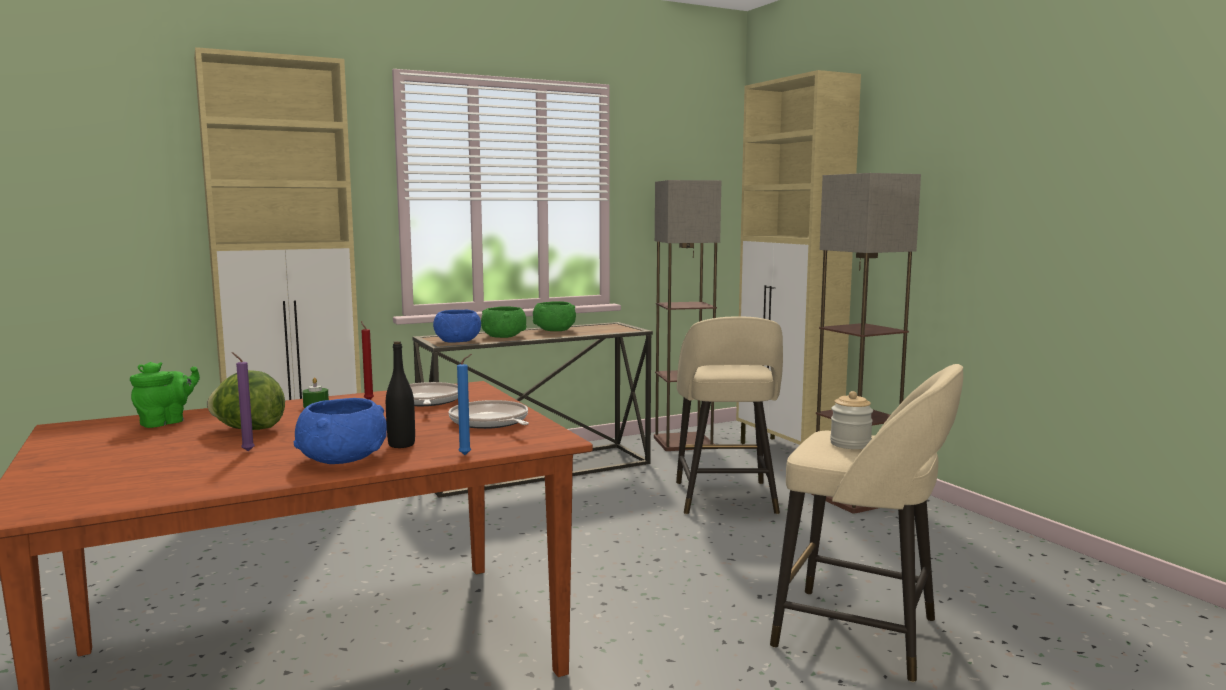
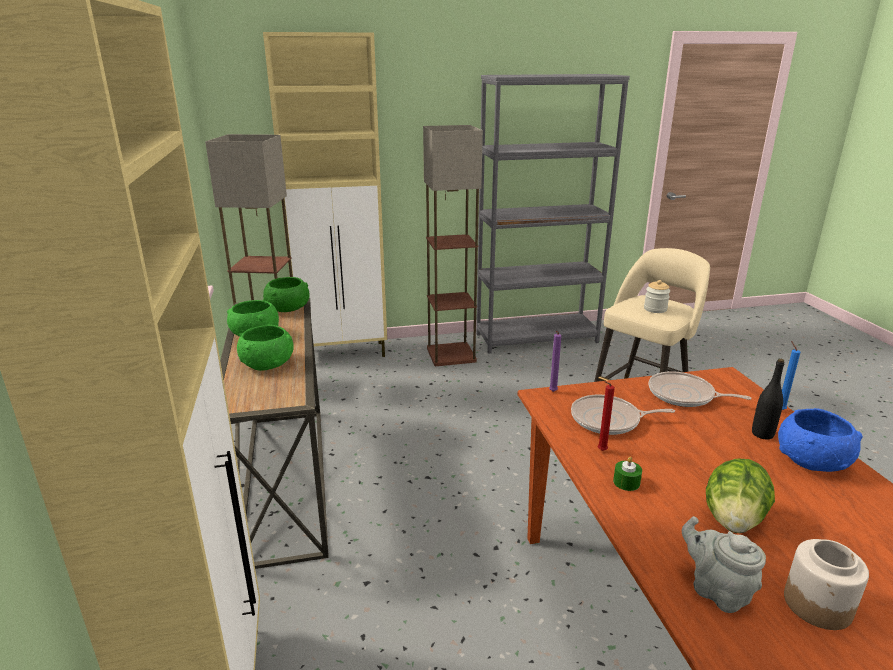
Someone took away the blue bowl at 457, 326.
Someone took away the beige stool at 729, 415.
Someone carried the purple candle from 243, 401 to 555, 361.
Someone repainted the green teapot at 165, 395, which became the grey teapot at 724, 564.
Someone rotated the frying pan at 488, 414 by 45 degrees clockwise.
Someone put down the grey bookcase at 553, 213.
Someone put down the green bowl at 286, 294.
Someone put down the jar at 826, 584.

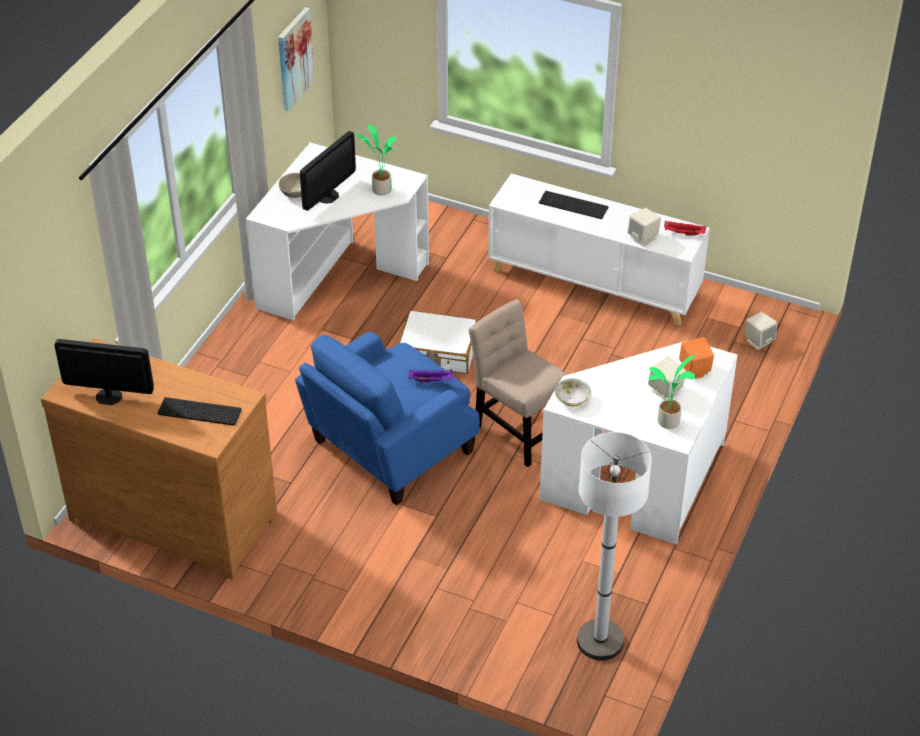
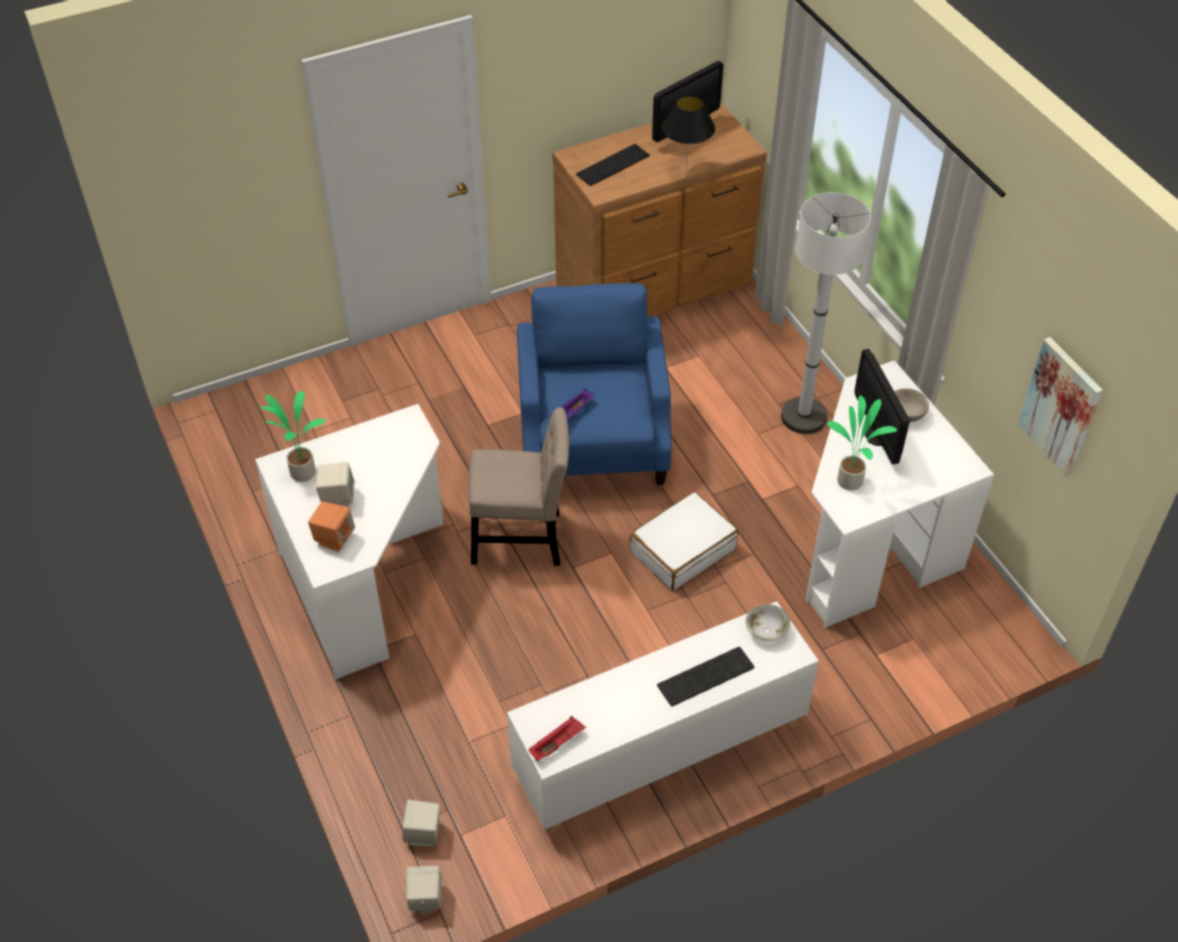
Someone carried the beige speaker from 644, 227 to 424, 889.
Someone carried the bowl from 573, 392 to 768, 622.
Someone carried the white floor lamp from 614, 546 to 826, 313.
Someone put down the black table lamp at 688, 132.

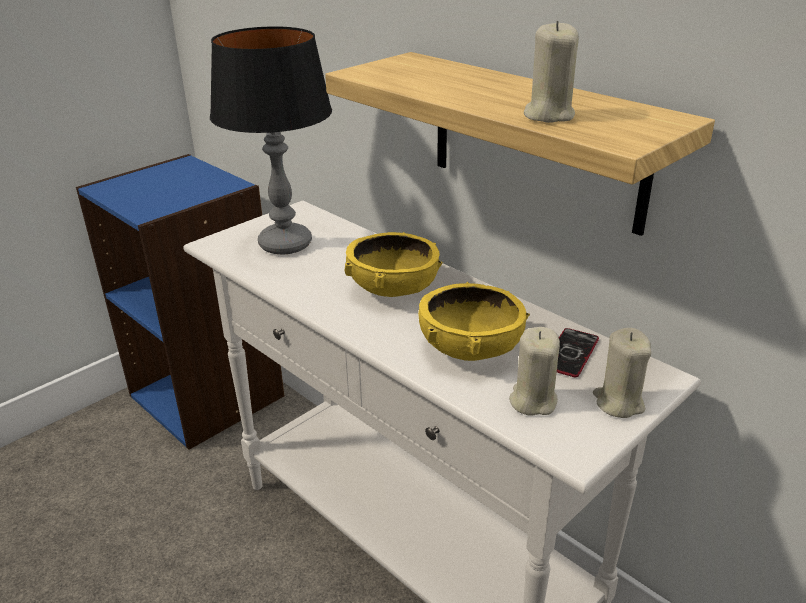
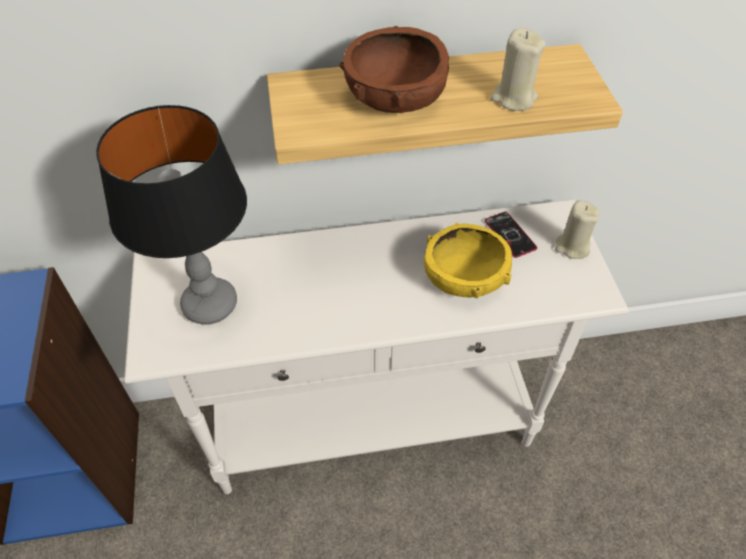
Someone took away the yellow bowl at 394, 264.
Someone took away the beige candle at 534, 371.
Someone put down the brown bowl at 394, 69.

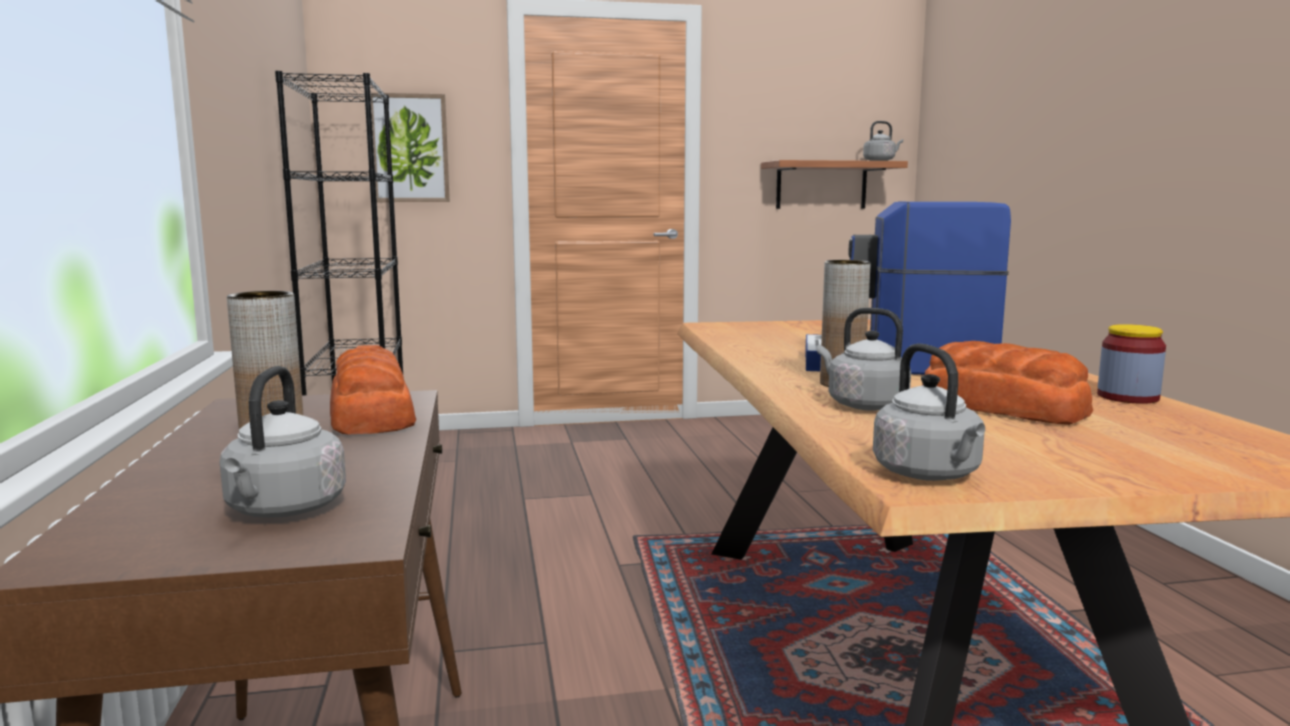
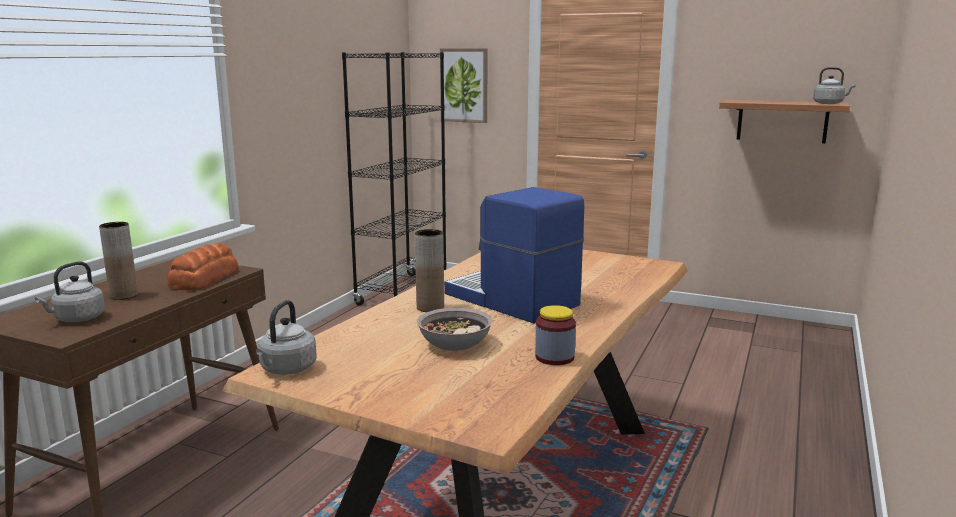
Someone took away the grey kettle at 864, 359.
Someone swapped the bread at 1007, 383 for the bowl at 455, 329.

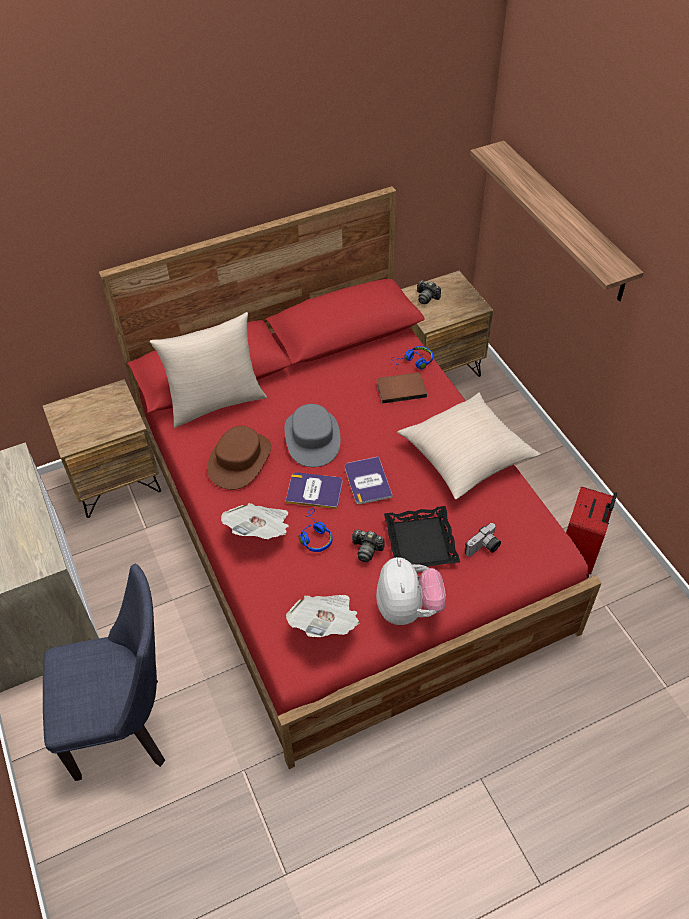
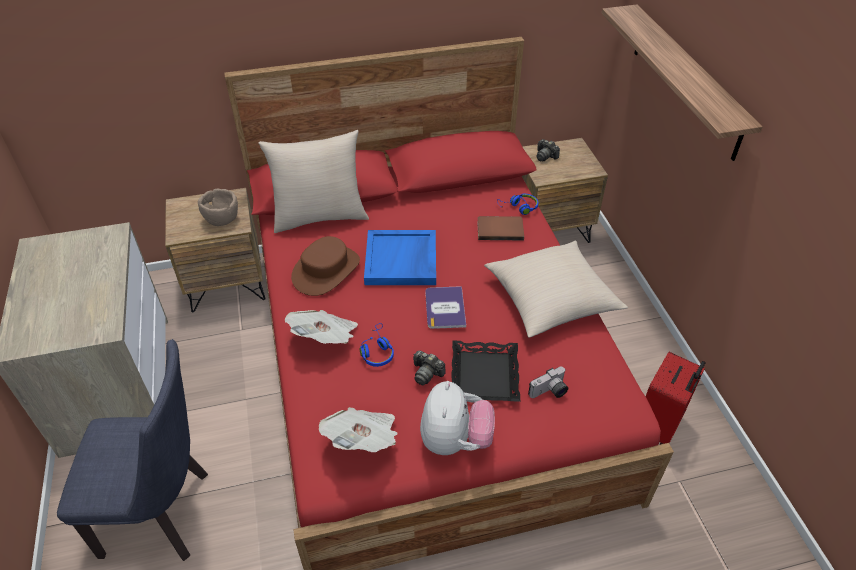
Someone swapped the grey hat at 313, 435 for the blue tray at 400, 257.
Someone took away the book at 314, 490.
Someone put down the brown bowl at 218, 207.

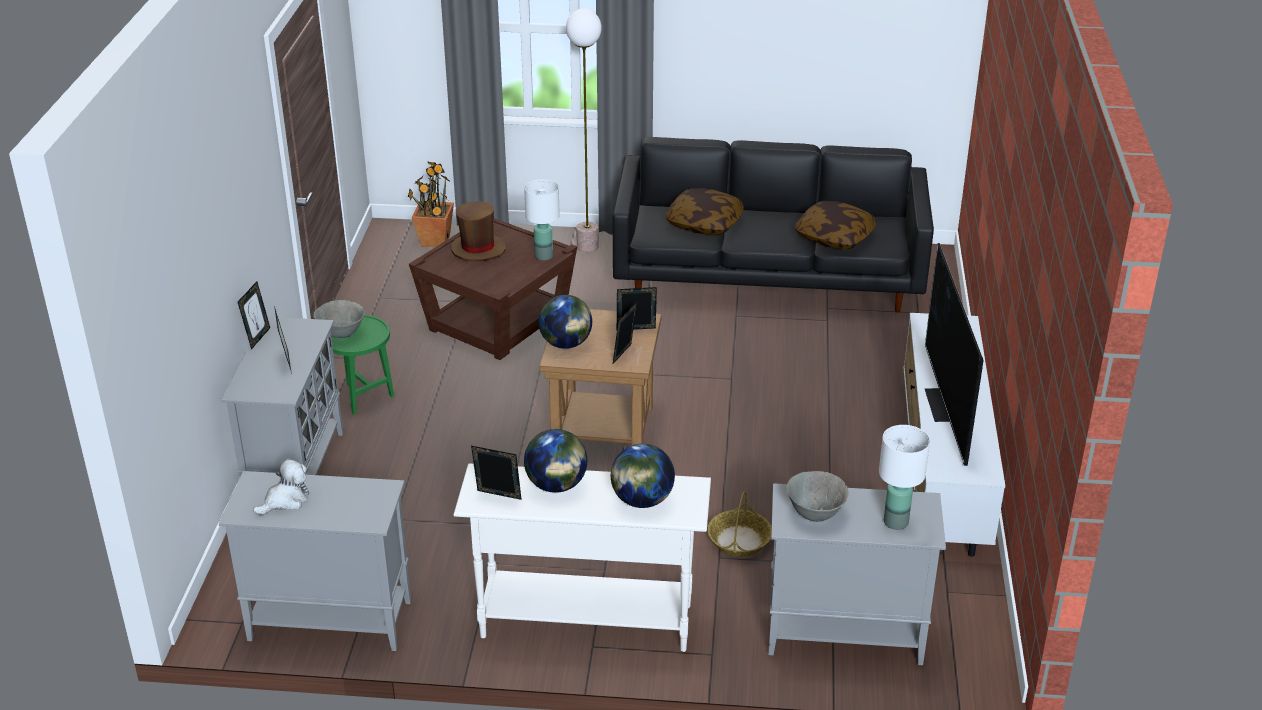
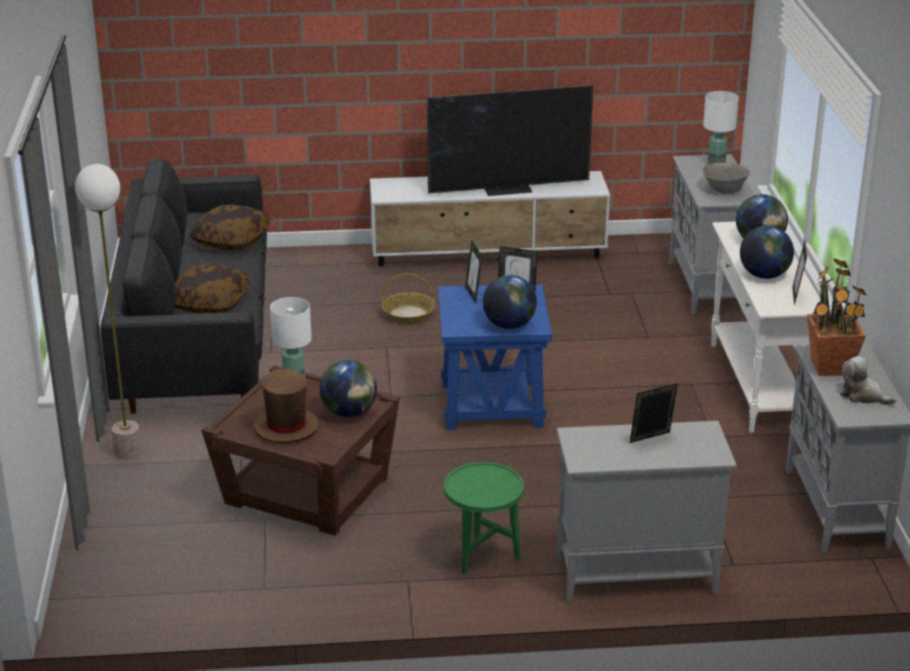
Someone carried the potted plant from 431, 204 to 836, 317.
Someone took away the picture frame at 254, 315.
Someone took away the grey bowl at 339, 319.
Someone repainted the brown side table at 600, 377, which became the blue side table at 495, 357.
Someone carried the basket from 740, 524 to 408, 298.
Someone put down the globe at 348, 388.

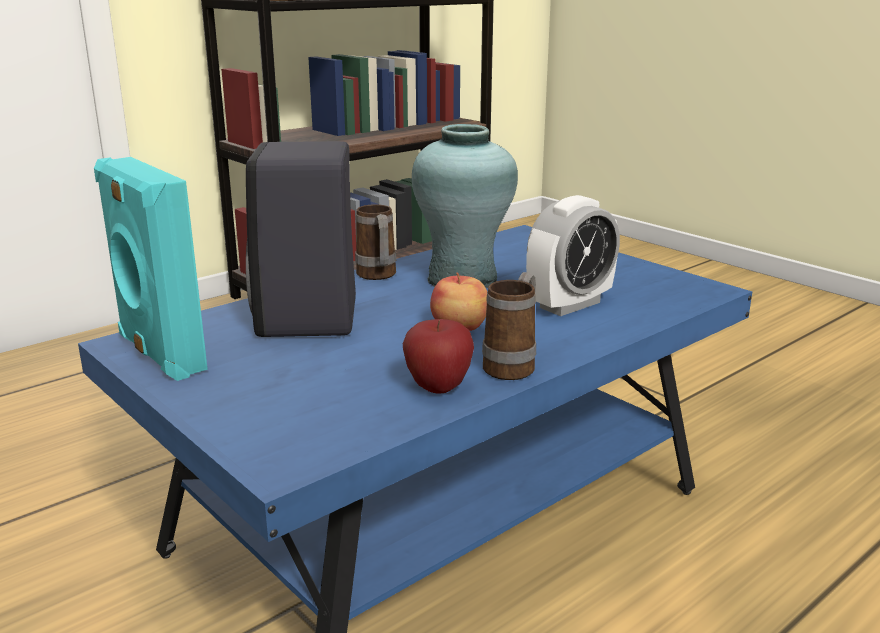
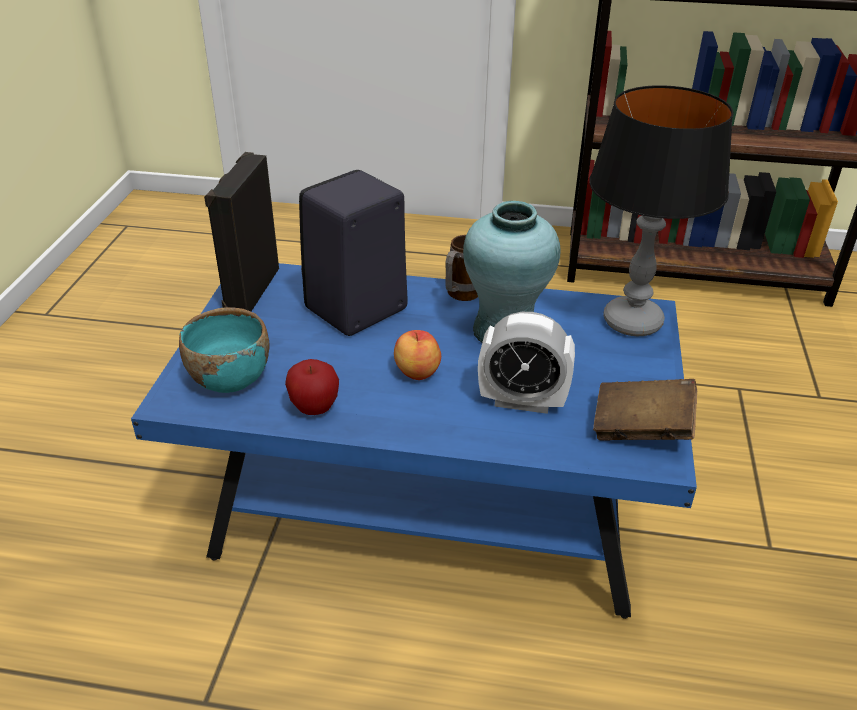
Someone repainted the turquoise speaker at 151, 269, which became the black speaker at 241, 231.
Someone took away the mug at 509, 326.
Someone put down the table lamp at 661, 210.
Someone put down the turquoise bowl at 224, 350.
Someone put down the brown book at 645, 410.

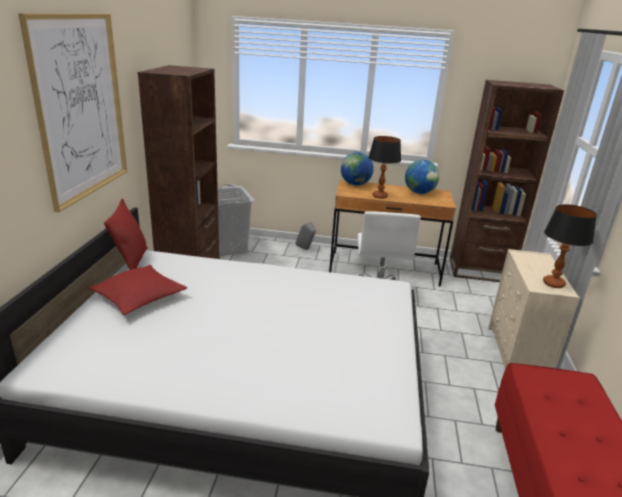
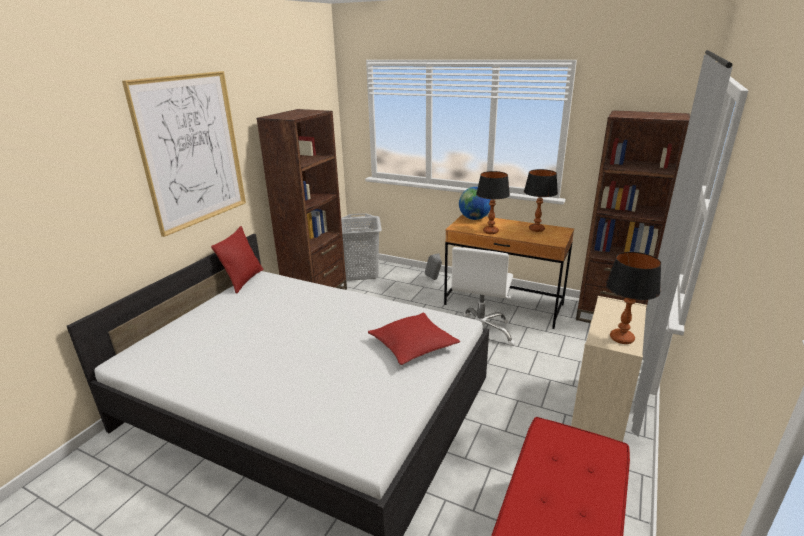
Someone swapped the globe at 422, 177 for the table lamp at 541, 200.
Someone carried the red pillow from 137, 290 to 414, 338.

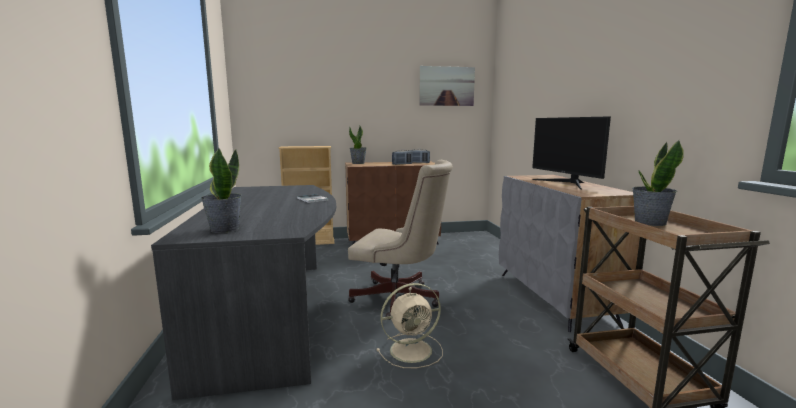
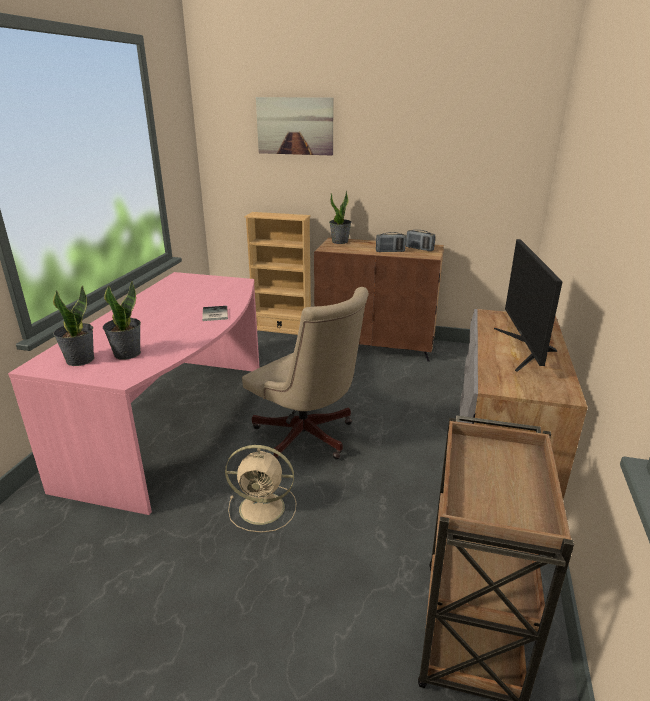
Someone carried the picture from 447, 86 to 295, 126.
Someone carried the potted plant from 658, 183 to 122, 320.
Someone repainted the grey desk at 243, 292, which became the pink desk at 134, 393.

